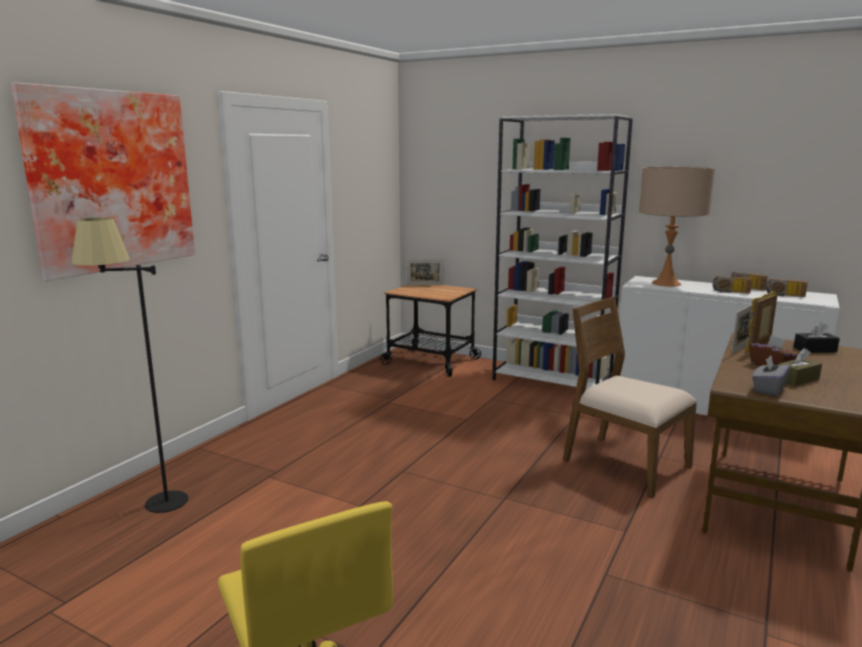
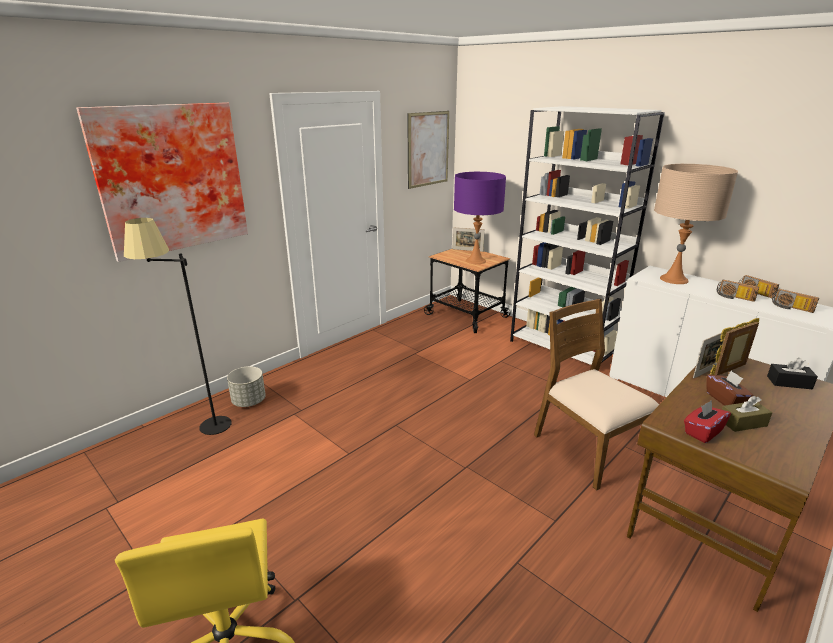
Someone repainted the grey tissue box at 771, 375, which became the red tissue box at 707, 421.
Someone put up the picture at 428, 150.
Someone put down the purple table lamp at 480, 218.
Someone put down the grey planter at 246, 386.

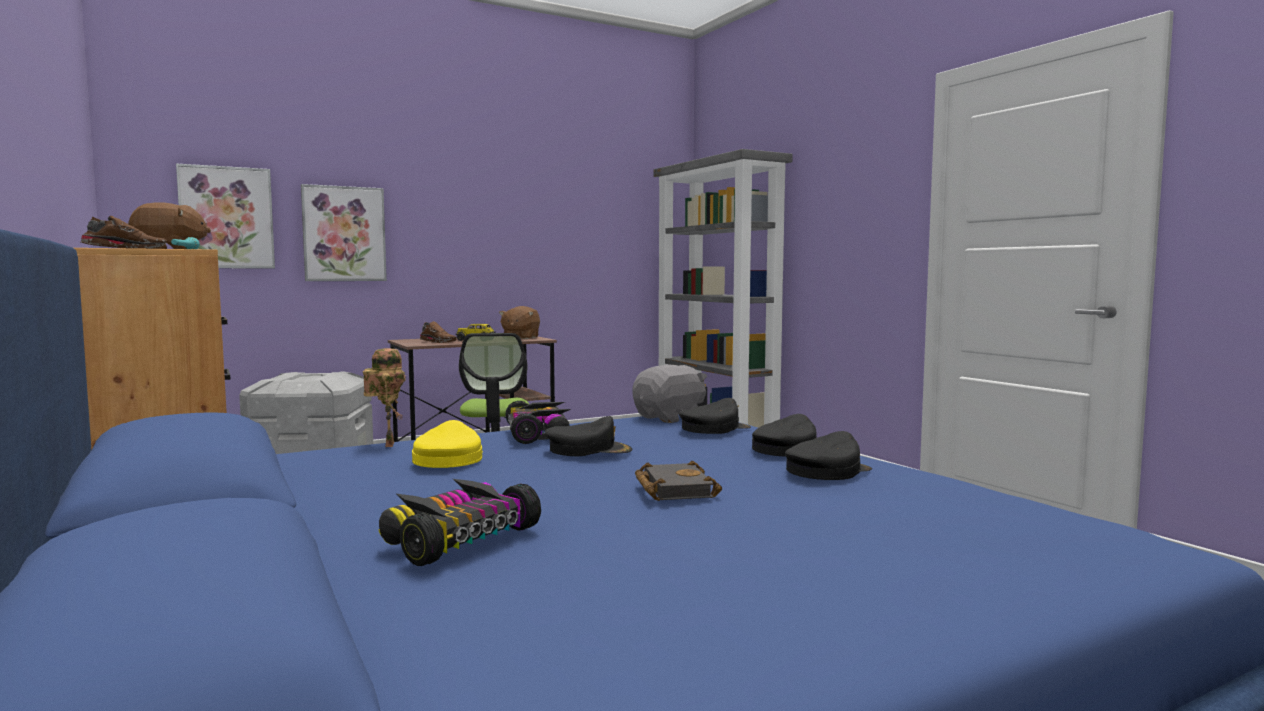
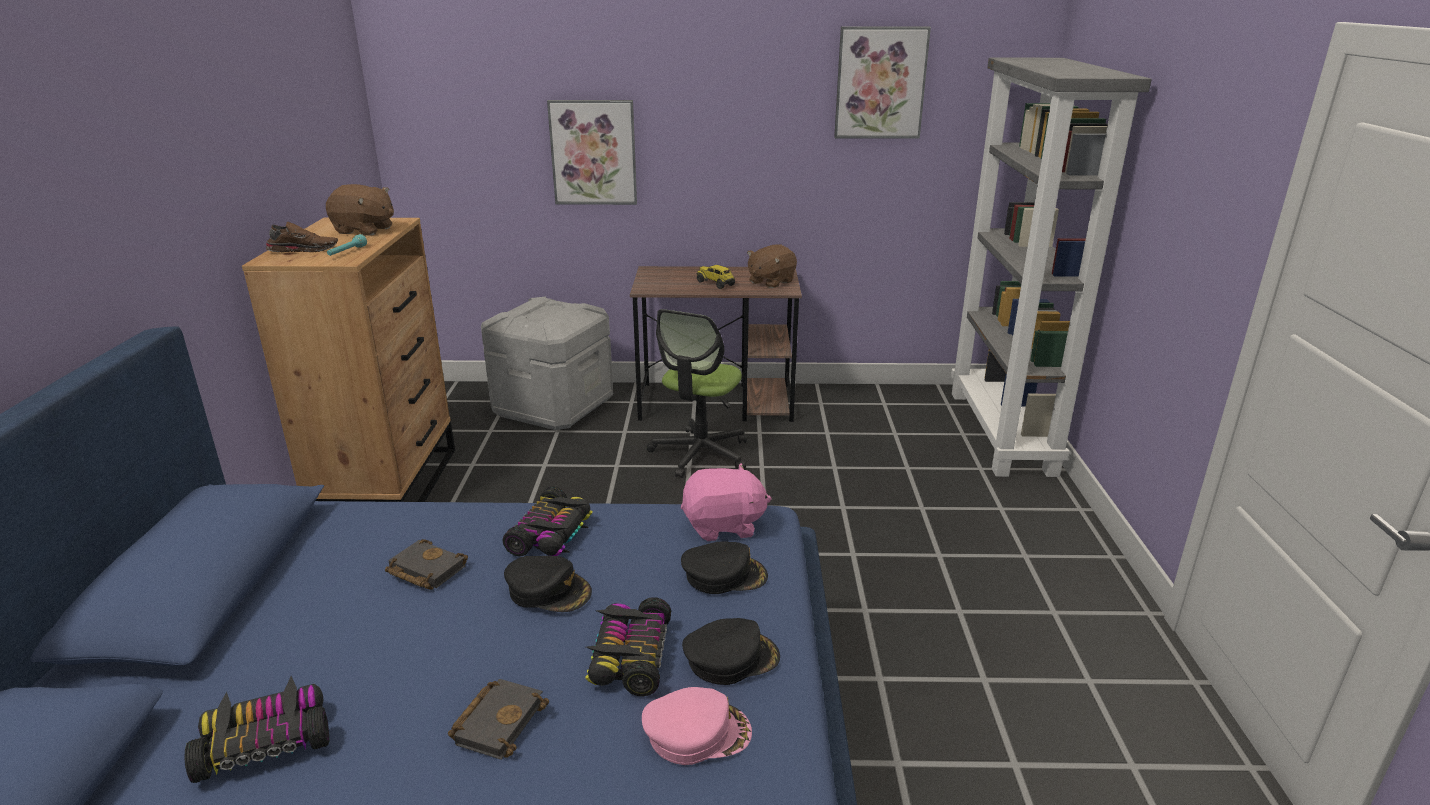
Someone carried the picture from 225, 215 to 882, 83.
Someone took away the brown shoe at 438, 332.
Someone took away the toy robot at 384, 397.
Someone repainted the grey plush toy at 669, 394, which became the pink plush toy at 726, 502.
Someone swapped the yellow cap at 447, 444 for the black book at 426, 564.
Someone repainted the black cap at 828, 455, which became the pink cap at 697, 726.
Someone put down the toy car at 628, 646.

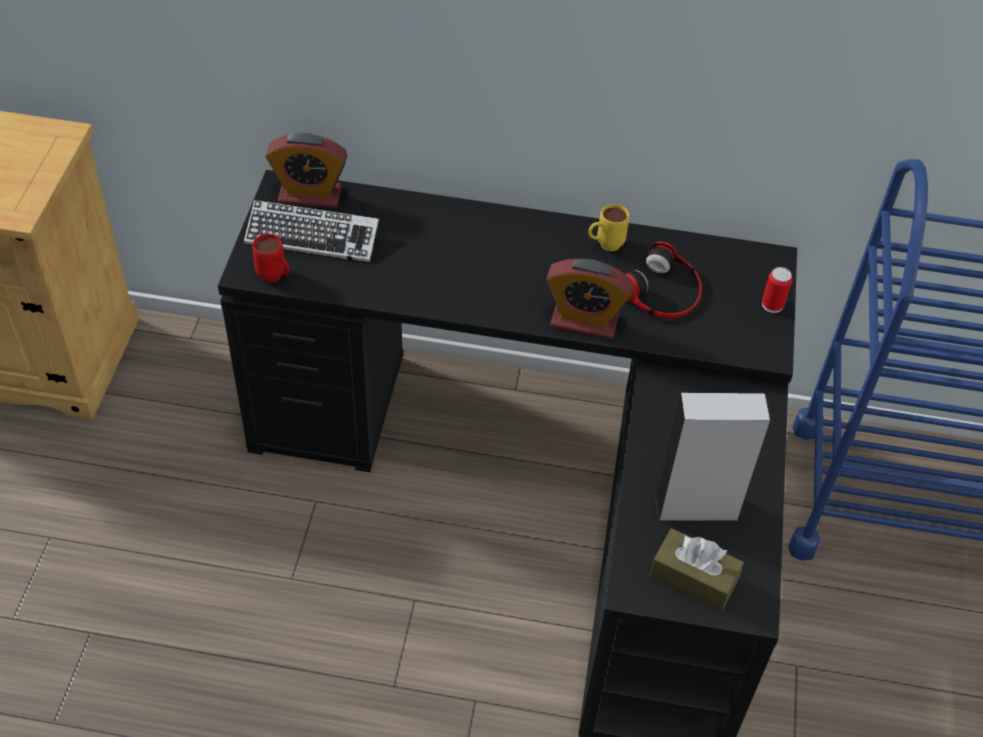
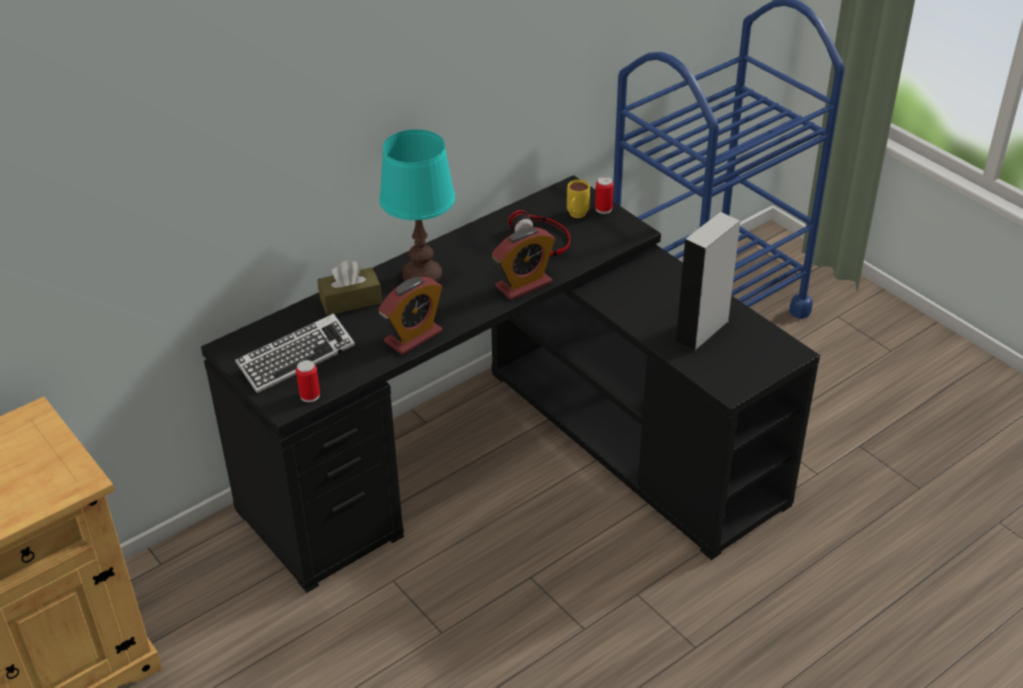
Someone carried the alarm clock from 306, 170 to 410, 316.
Someone carried the yellow mug from 608, 227 to 578, 199.
Someone swapped the red mug at 271, 258 for the can at 308, 381.
Someone carried the brown tissue box from 697, 569 to 349, 287.
Someone put down the turquoise table lamp at 417, 205.

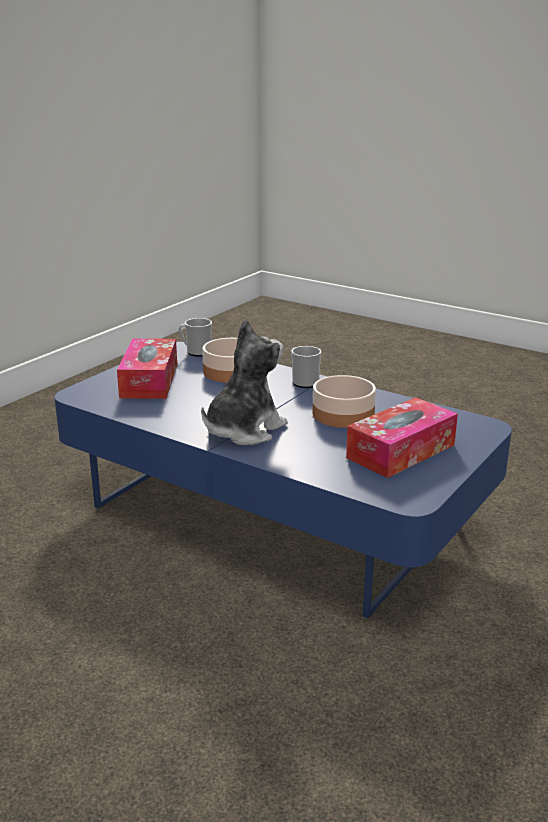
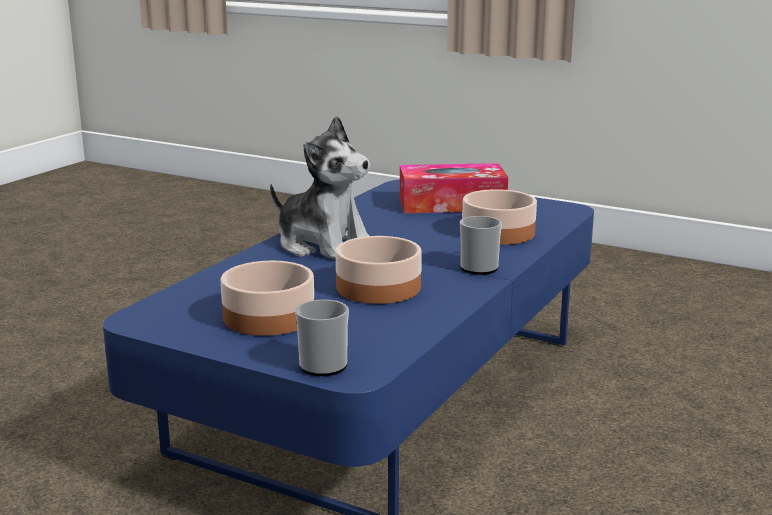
Someone carried the mug from 195, 337 to 322, 338.
Someone swapped the tissue box at 402, 437 for the bowl at 267, 298.

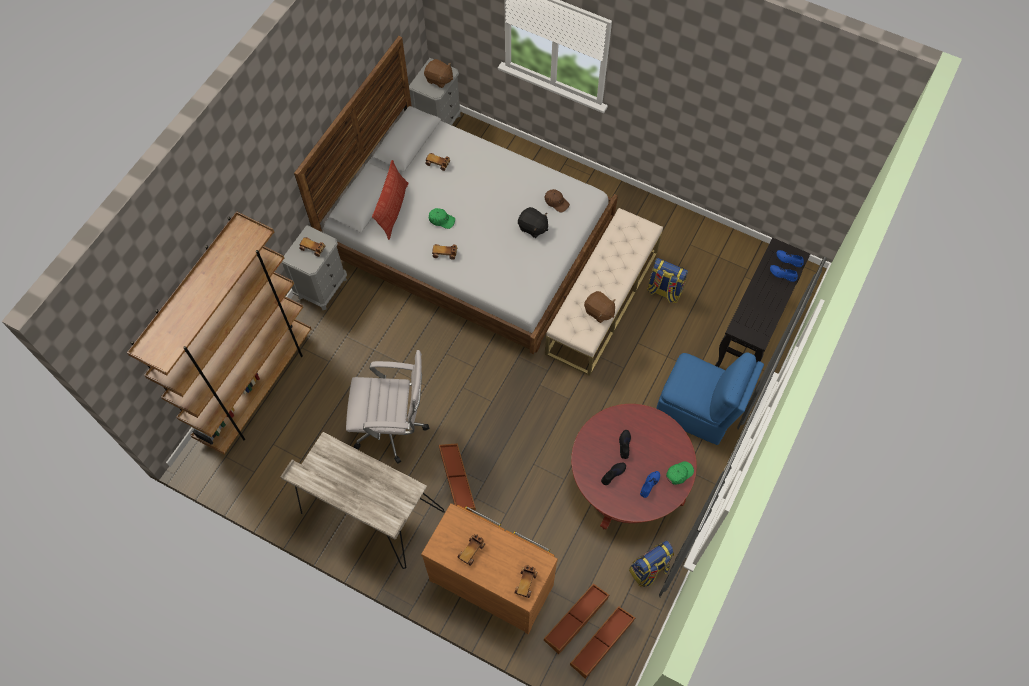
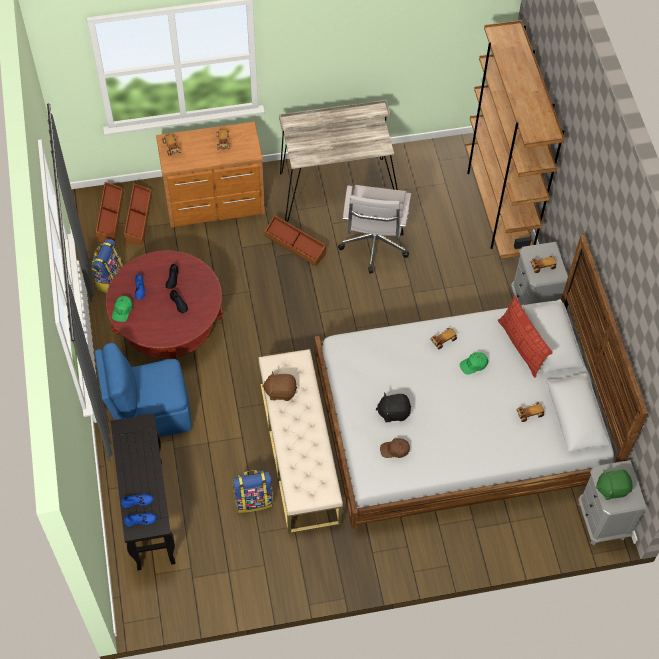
Someone repainted the brown plush toy at 438, 73, which became the green plush toy at 614, 484.
Someone rotated the white office chair at 387, 406 by 45 degrees counterclockwise.

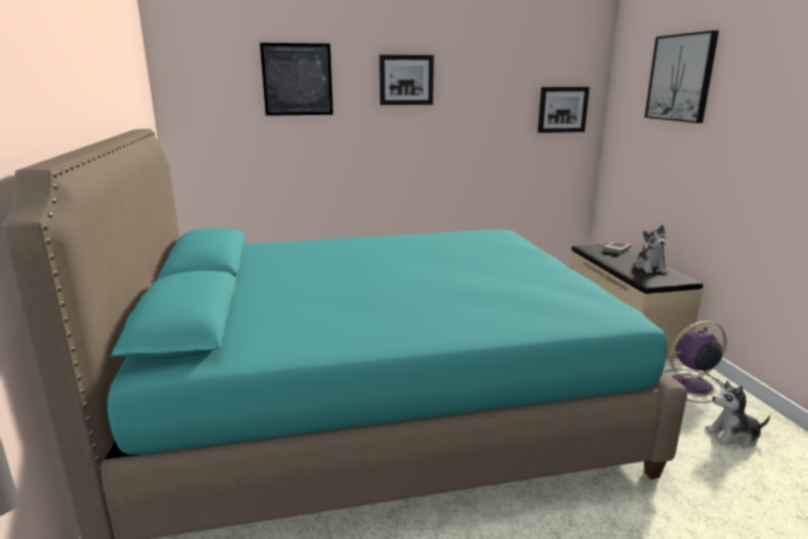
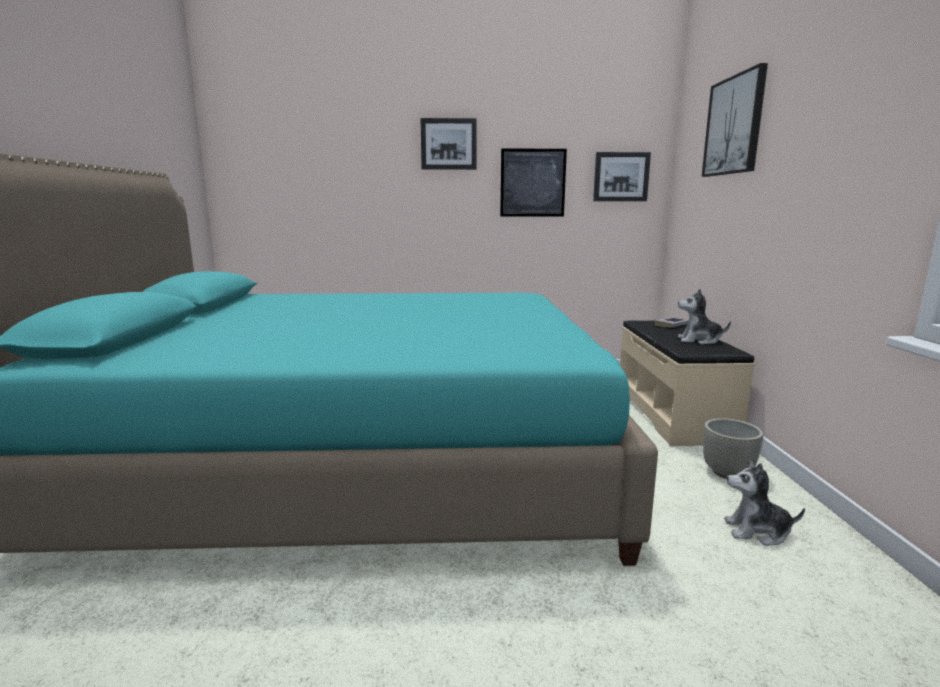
Someone carried the picture from 296, 79 to 533, 182.
Someone rotated the plush toy at 651, 249 by 90 degrees clockwise.
Someone swapped the purple fan at 696, 362 for the grey planter at 733, 448.

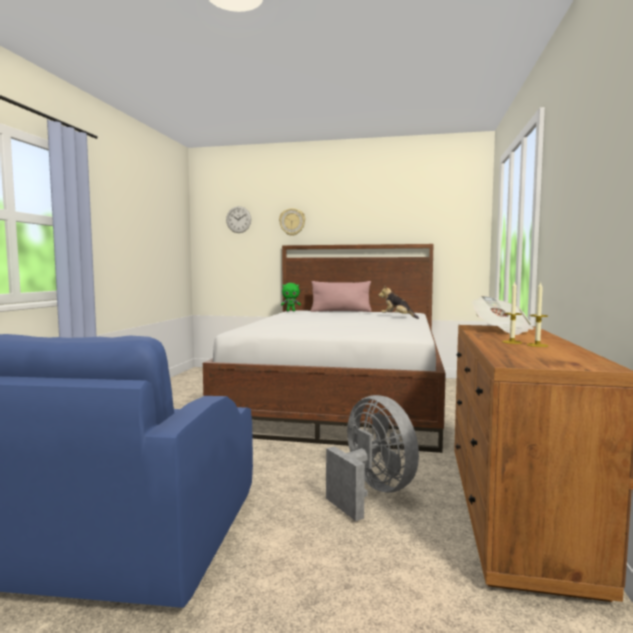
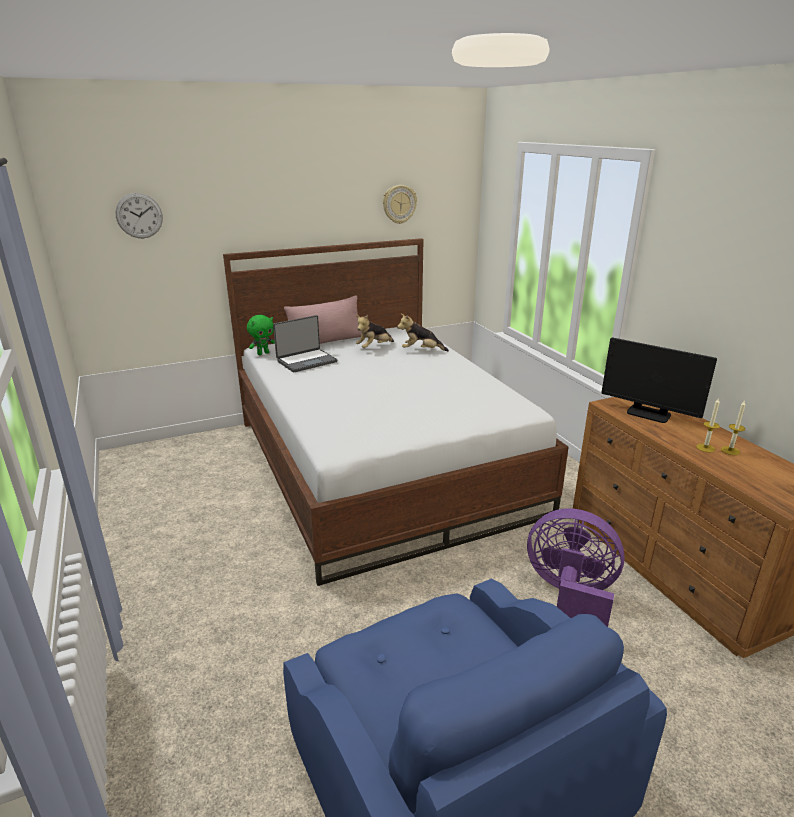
Someone carried the wall clock from 292, 222 to 400, 204.
Someone swapped the newspaper at 503, 315 for the monitor at 659, 380.
Someone repainted the grey fan at 372, 458, which became the purple fan at 576, 568.
Someone put down the laptop at 305, 343.
Someone put down the plush toy at 375, 331.

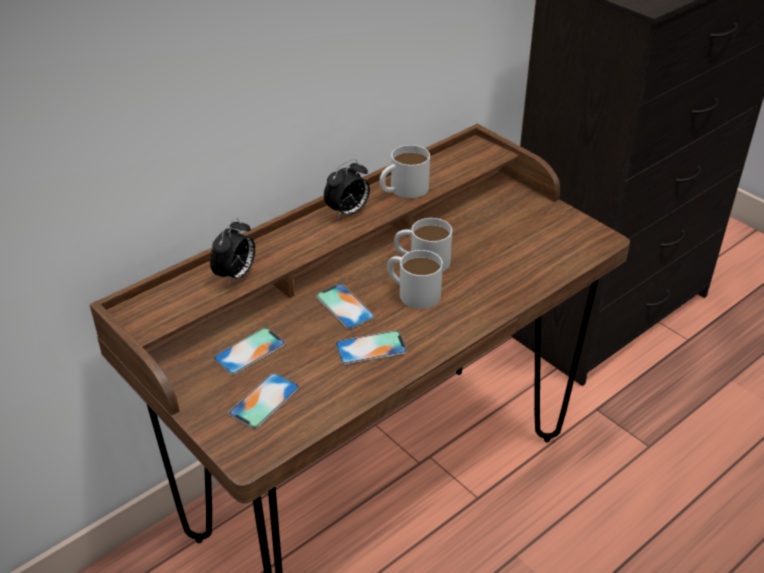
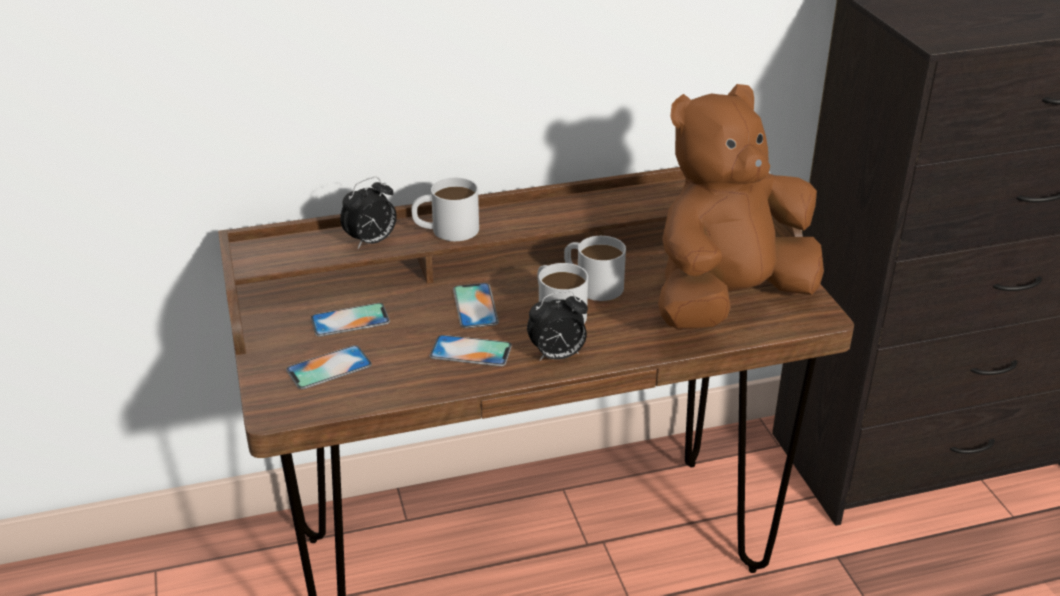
Someone carried the white mug from 404, 171 to 445, 209.
Someone carried the alarm clock from 347, 189 to 557, 326.
Someone put down the brown plush toy at 741, 207.

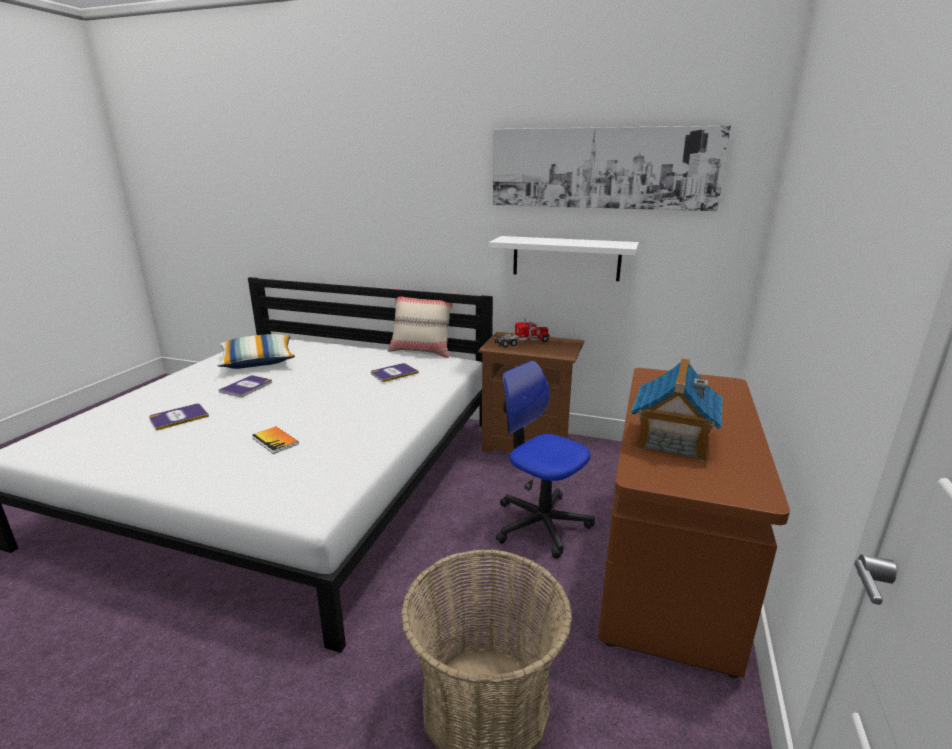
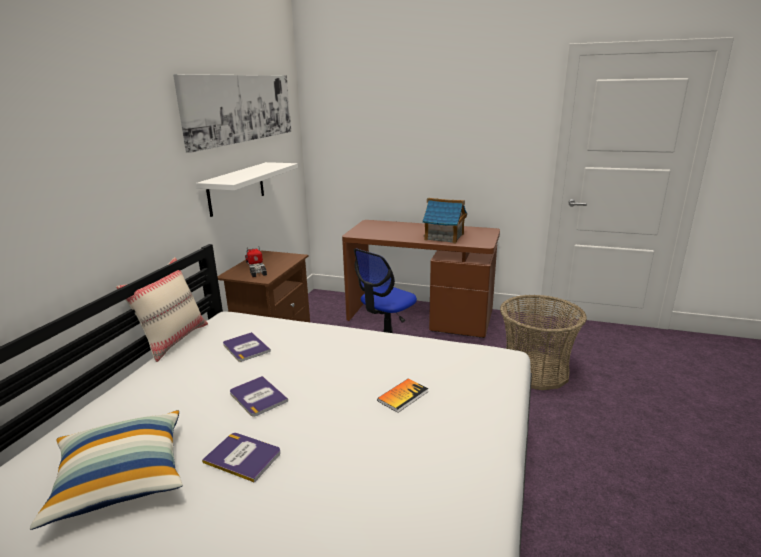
Someone carried the book from 179, 417 to 259, 396.

